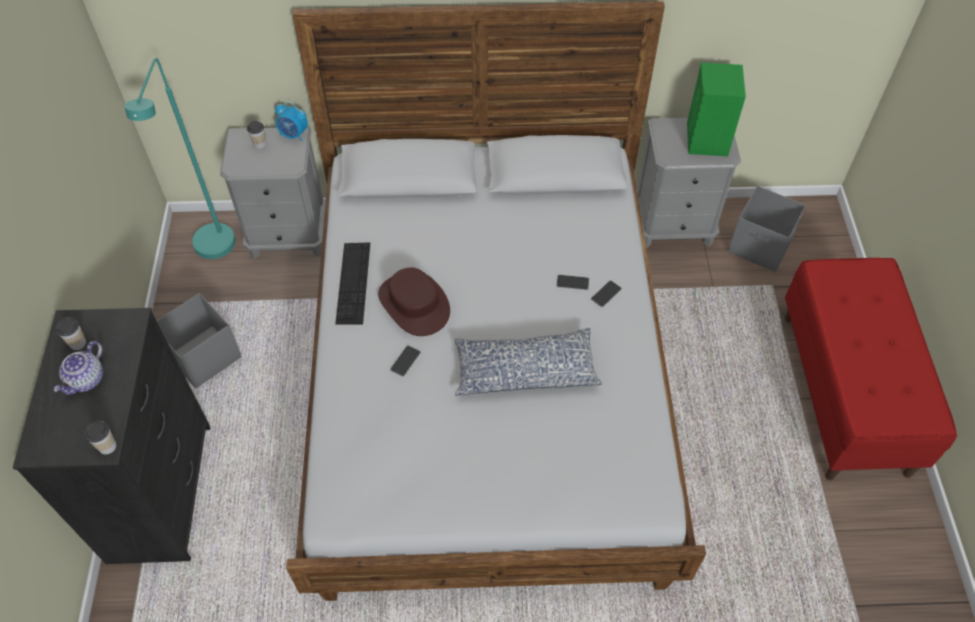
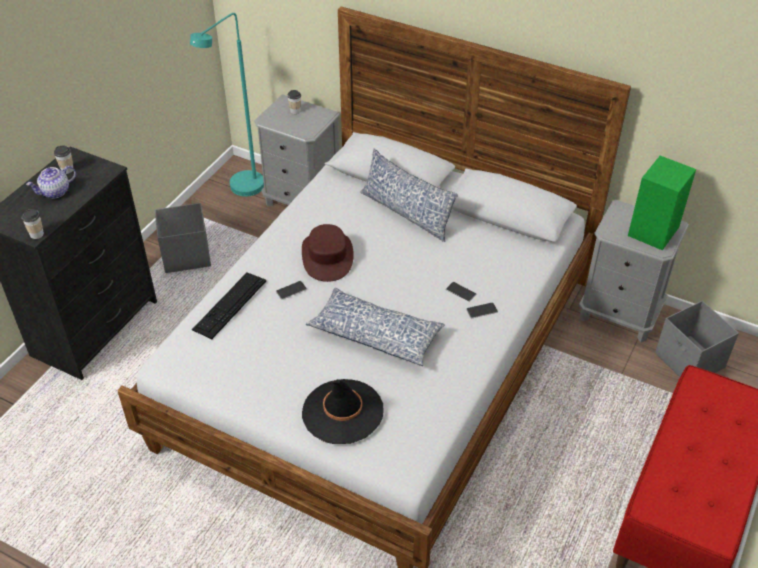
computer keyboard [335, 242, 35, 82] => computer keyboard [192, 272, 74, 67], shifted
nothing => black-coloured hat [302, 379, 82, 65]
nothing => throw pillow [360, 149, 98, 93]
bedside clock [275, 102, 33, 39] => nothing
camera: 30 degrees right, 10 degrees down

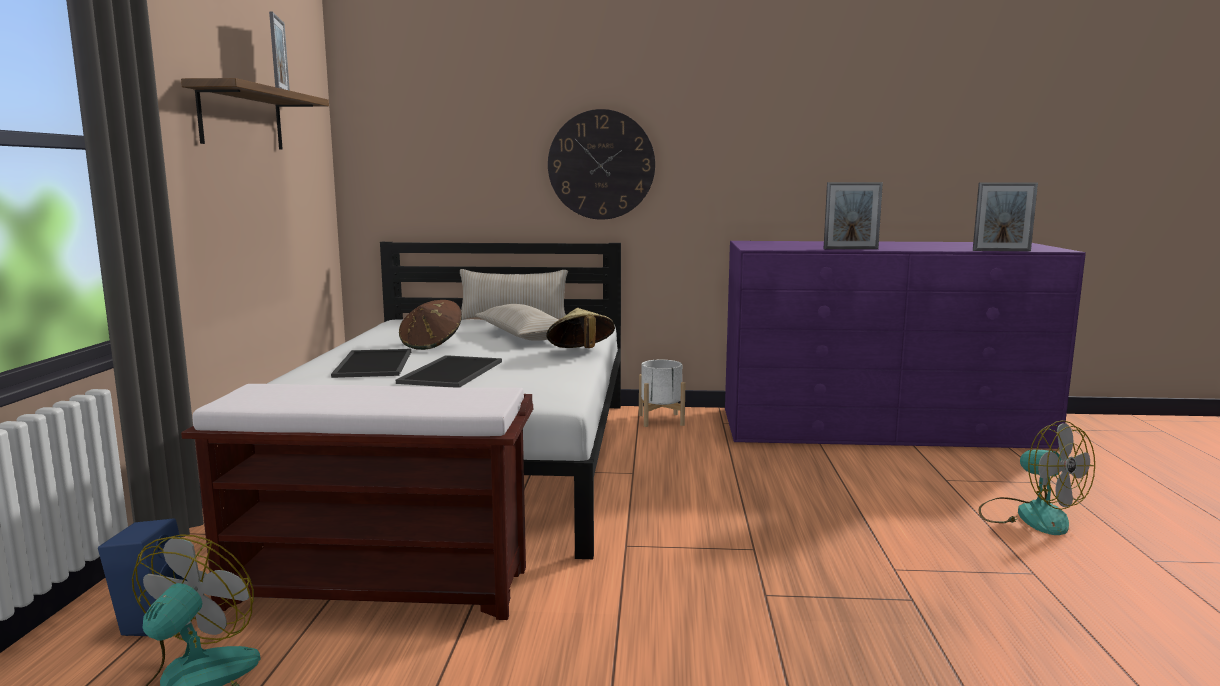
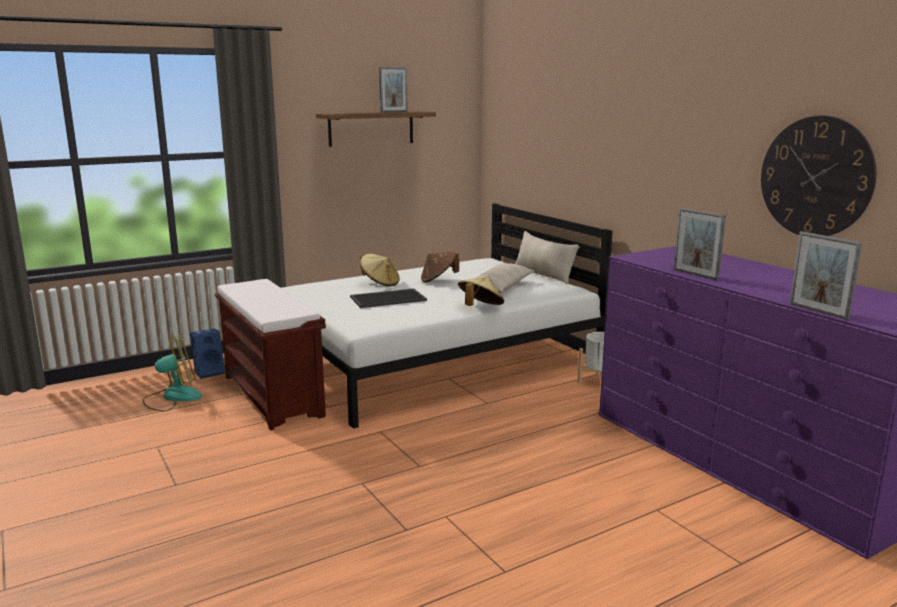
serving tray [331, 349, 80, 29] => sand-coloured hat [360, 254, 39, 32]
hanging clock [548, 109, 107, 111] => hanging clock [761, 115, 115, 121], shifted
electric fan [978, 420, 117, 115] => nothing
camera: 55 degrees right, 5 degrees up

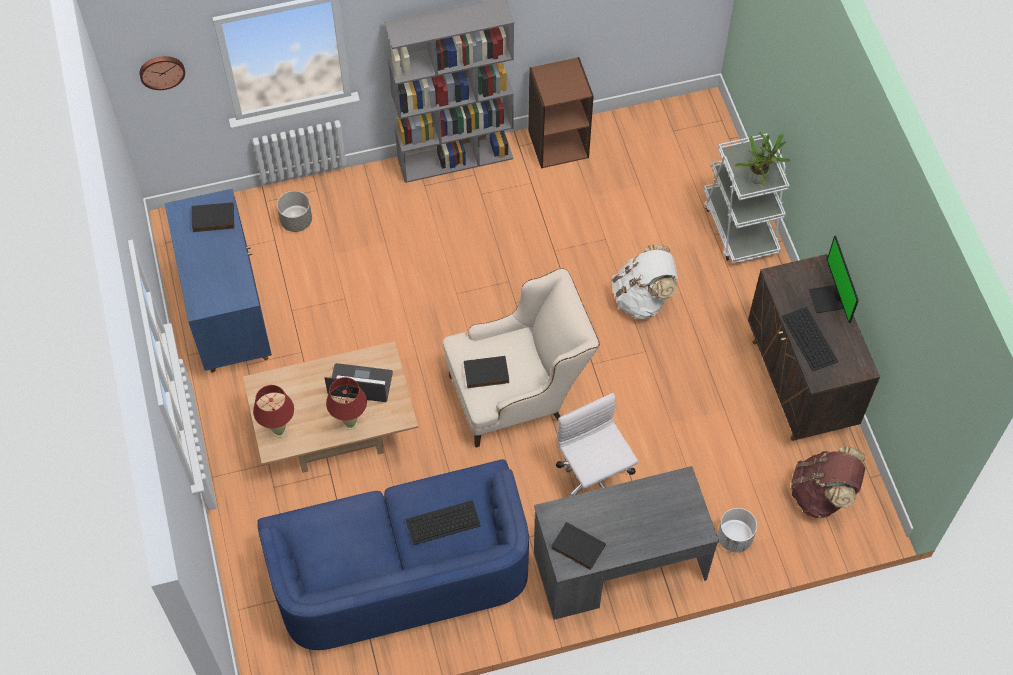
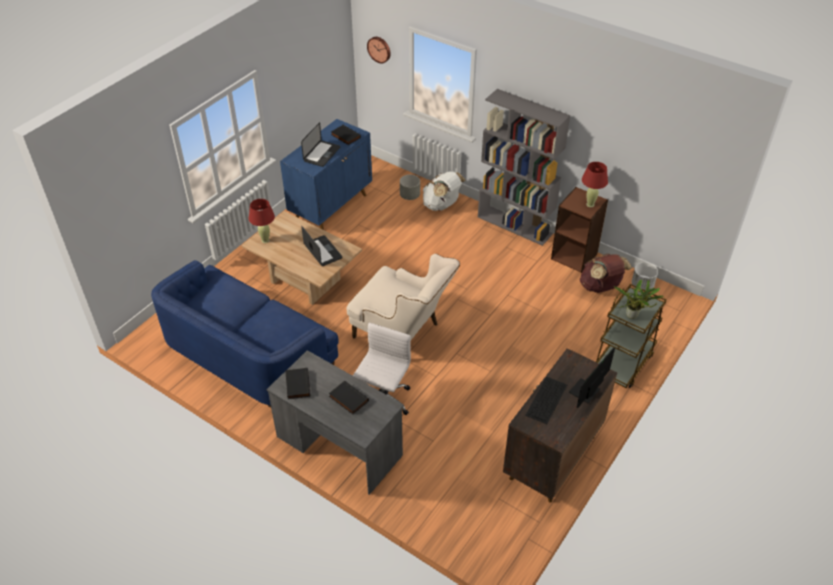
nothing => portable computer [301, 122, 39, 45]
black-coloured book [464, 356, 45, 32] => black-coloured book [329, 380, 40, 35], shifted
whitish backpack [612, 245, 66, 74] => whitish backpack [423, 171, 43, 40], shifted
brown-coloured backpack [791, 446, 74, 72] => brown-coloured backpack [580, 254, 52, 39], shifted
red-coloured tabletop lamp [326, 377, 41, 53] => red-coloured tabletop lamp [582, 162, 26, 45], shifted
whitish wheeled cart [703, 134, 86, 130] => brown-coloured wheeled cart [596, 284, 70, 104]
whitish plant pot [718, 508, 39, 45] => whitish plant pot [632, 262, 26, 28], shifted
computer keyboard [405, 500, 76, 45] => nothing
camera: 50 degrees right, 15 degrees down

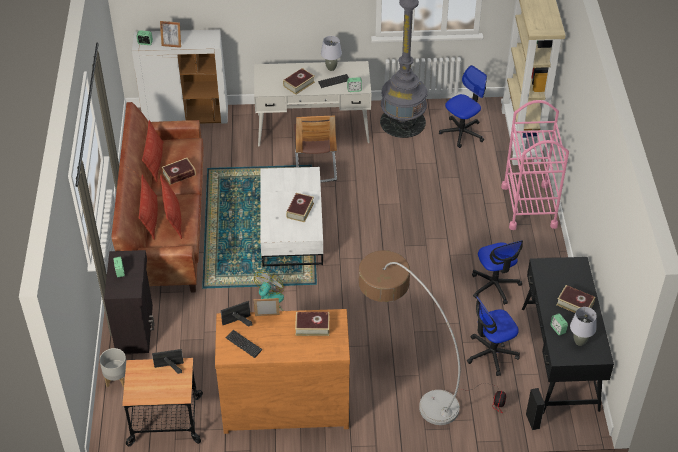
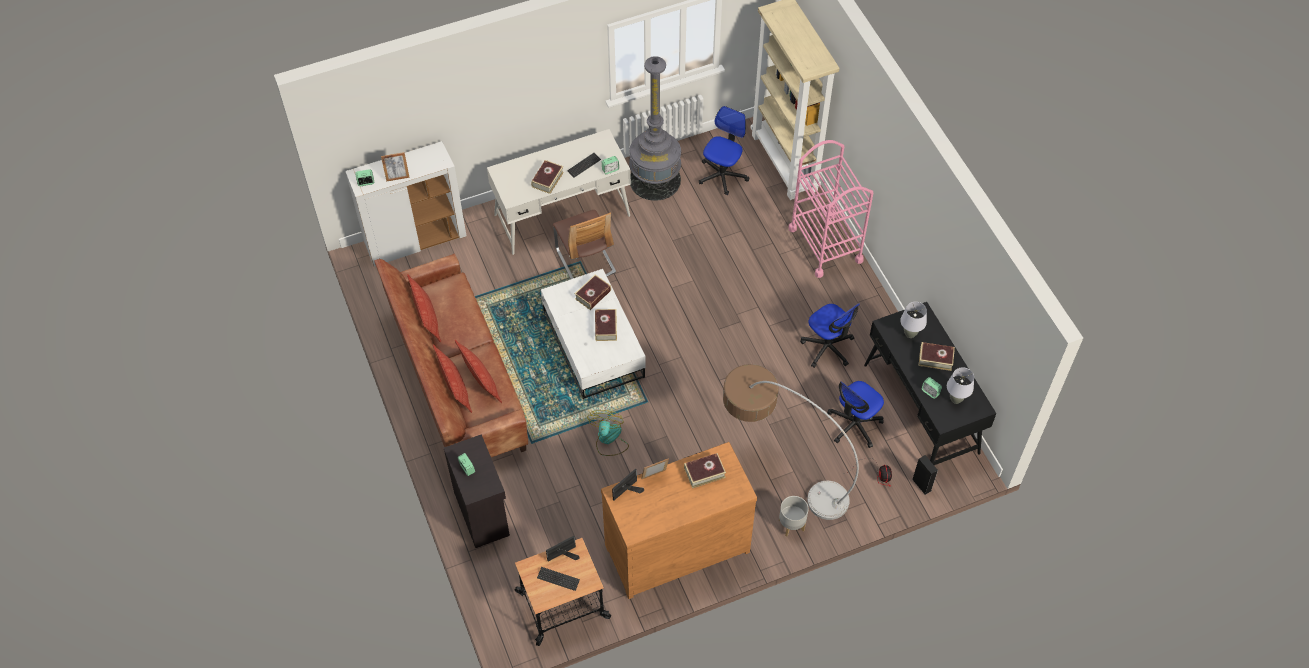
computer keyboard [226, 330, 37, 28] => computer keyboard [537, 567, 43, 24], shifted
book [162, 158, 34, 27] => book [575, 274, 36, 36], shifted
gray plant pot [99, 348, 27, 39] => gray plant pot [779, 496, 30, 40], shifted
gray tabletop lamp [321, 36, 21, 35] => gray tabletop lamp [900, 302, 27, 36], shifted
camera: 20 degrees left, 10 degrees up

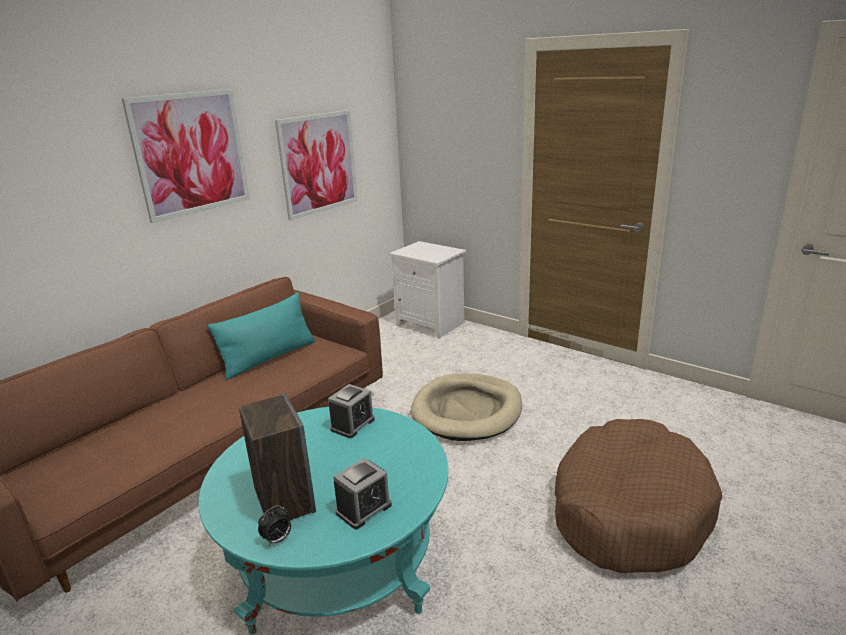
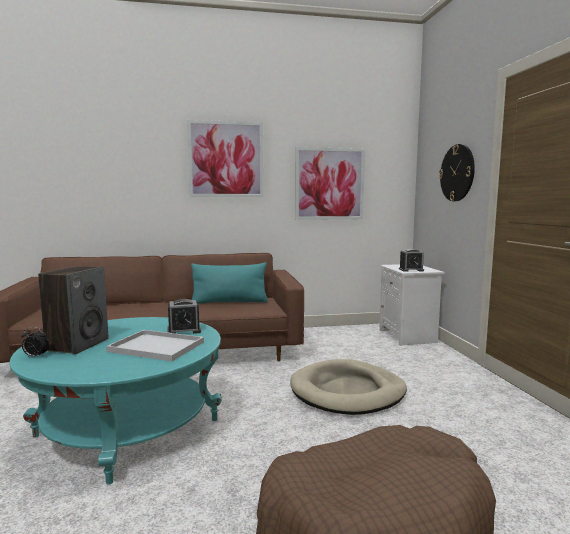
nothing => whitish serving tray [106, 330, 98, 31]
bedside clock [333, 458, 59, 71] => bedside clock [399, 249, 25, 23], shifted
nothing => hanging clock [439, 144, 36, 57]
camera: 40 degrees right, 15 degrees down

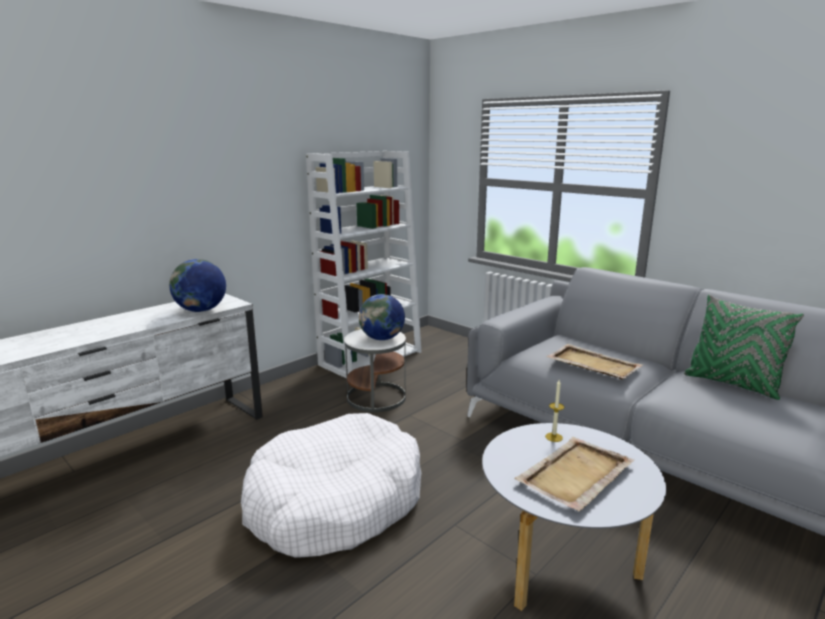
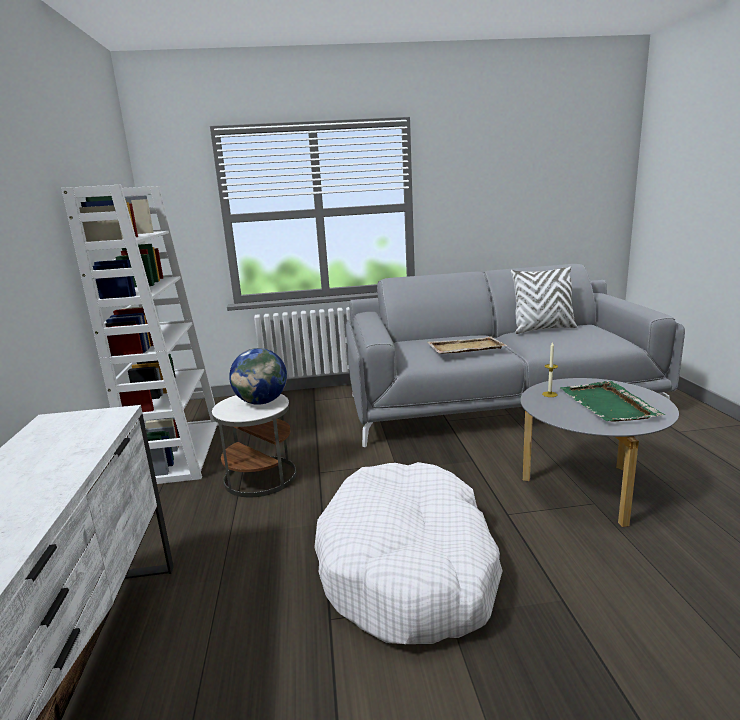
green throw pillow [684, 295, 120, 105] => whitish throw pillow [511, 266, 66, 68]
sand-coloured serving tray [514, 437, 120, 74] => green serving tray [560, 381, 105, 41]
desk globe [169, 259, 57, 53] => nothing
camera: 50 degrees left, 0 degrees up

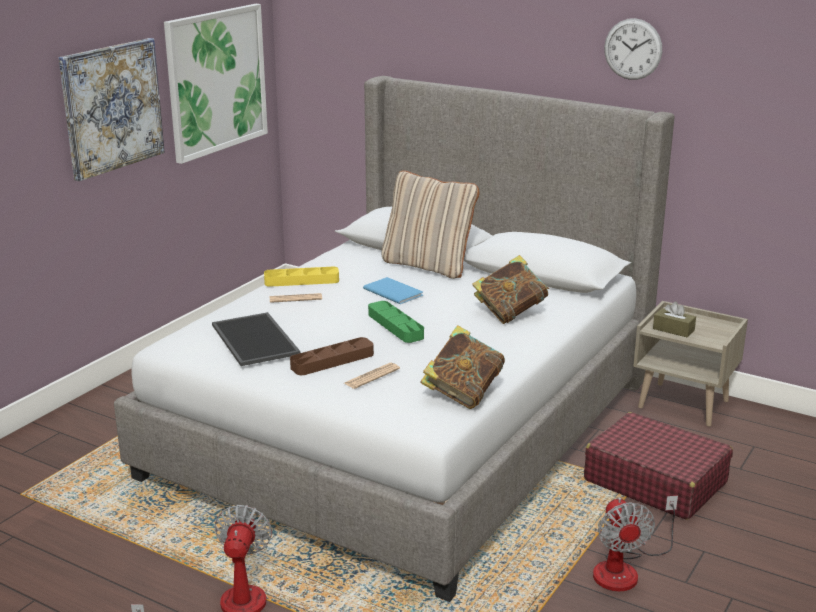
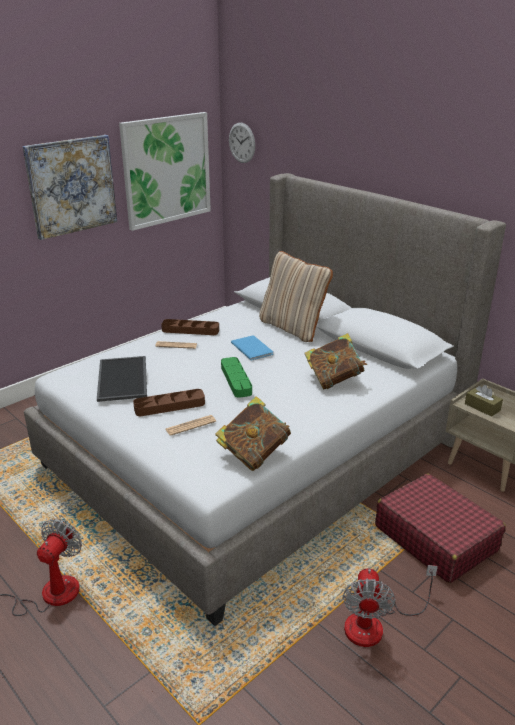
yellowish serving tray [264, 267, 75, 20] => brown-coloured serving tray [161, 319, 58, 16]
hanging clock [604, 18, 58, 62] => hanging clock [229, 123, 26, 40], shifted
camera: 15 degrees right, 5 degrees up

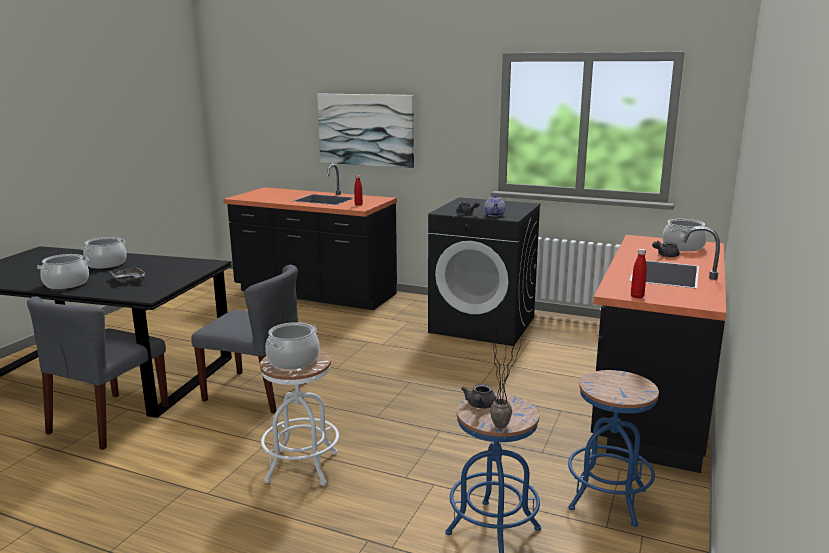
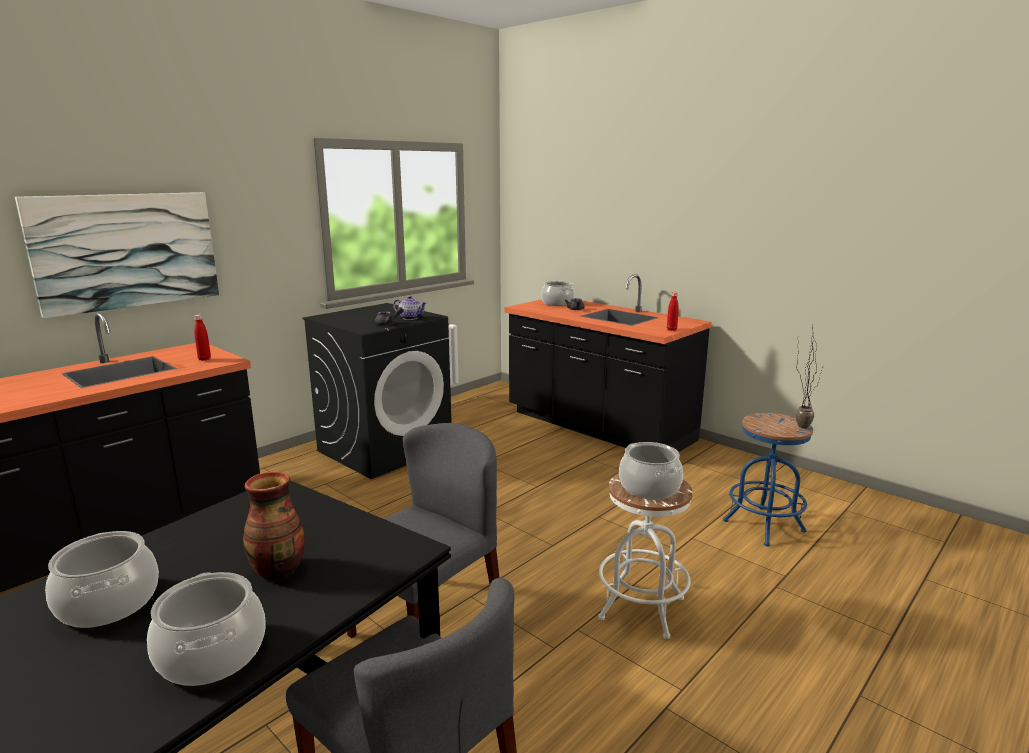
gray serving tray [109, 264, 36, 18] => flower vase [243, 471, 62, 109]
gray pot for tea [461, 384, 36, 25] => nothing
blue-coloured sitting stool [568, 370, 91, 157] => nothing
camera: 70 degrees left, 0 degrees up

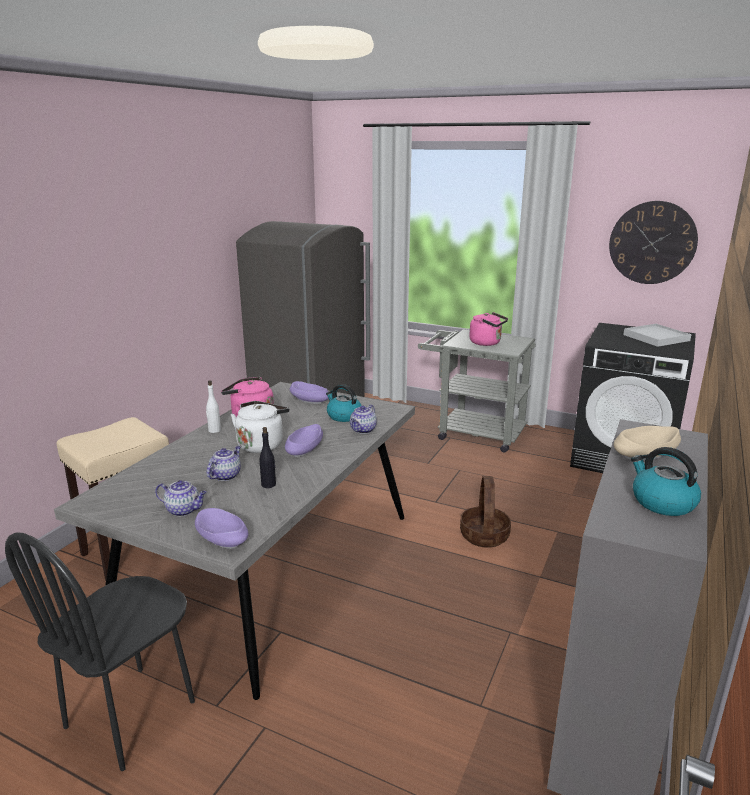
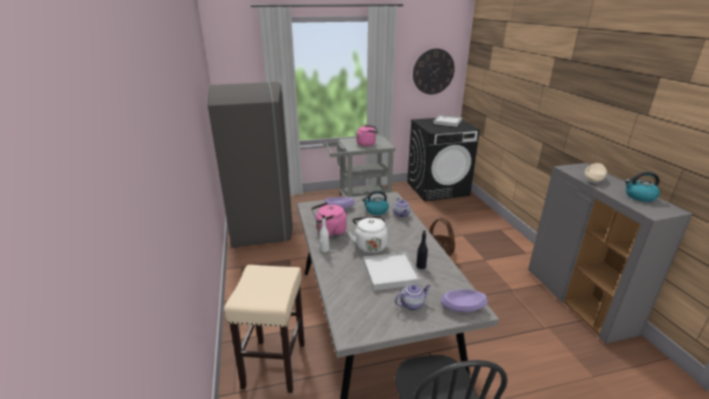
pot for tea [206, 446, 35, 35] => whitish serving tray [363, 252, 57, 39]
purple serving bowl [285, 424, 38, 33] => nothing
camera: 40 degrees left, 5 degrees up

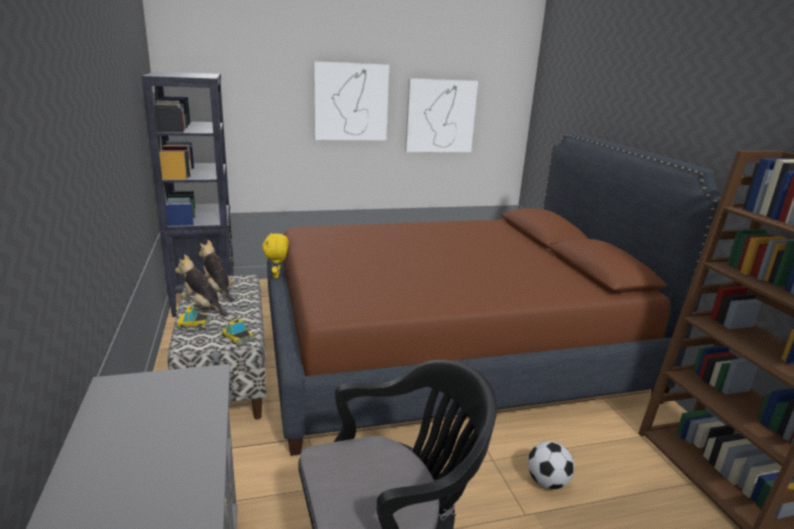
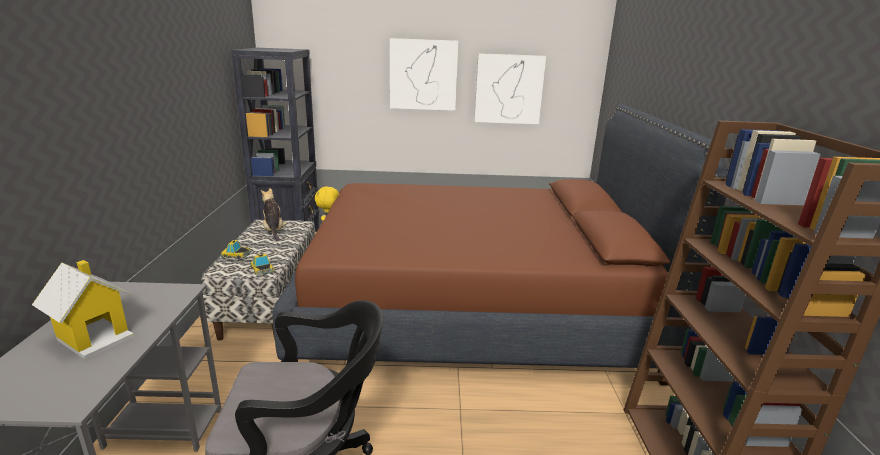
nothing => toy house [32, 260, 102, 100]
soft toy [175, 254, 53, 63] => nothing
football ball [528, 441, 47, 48] => nothing
camera: 15 degrees right, 0 degrees up

